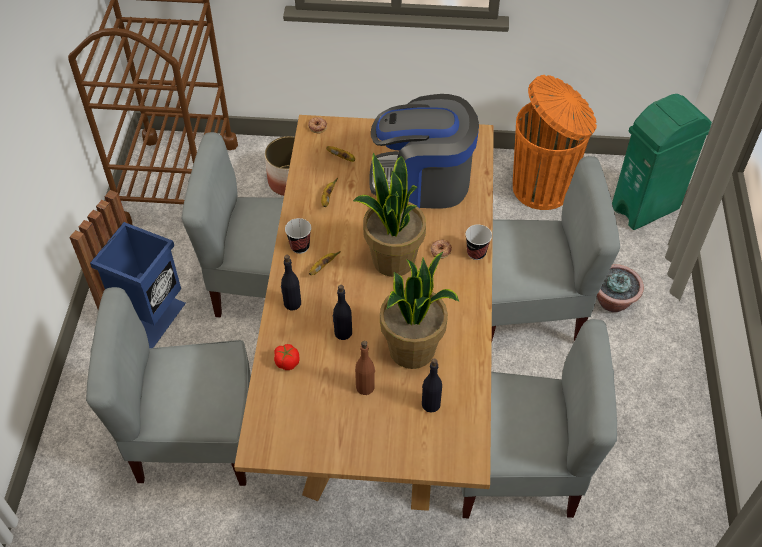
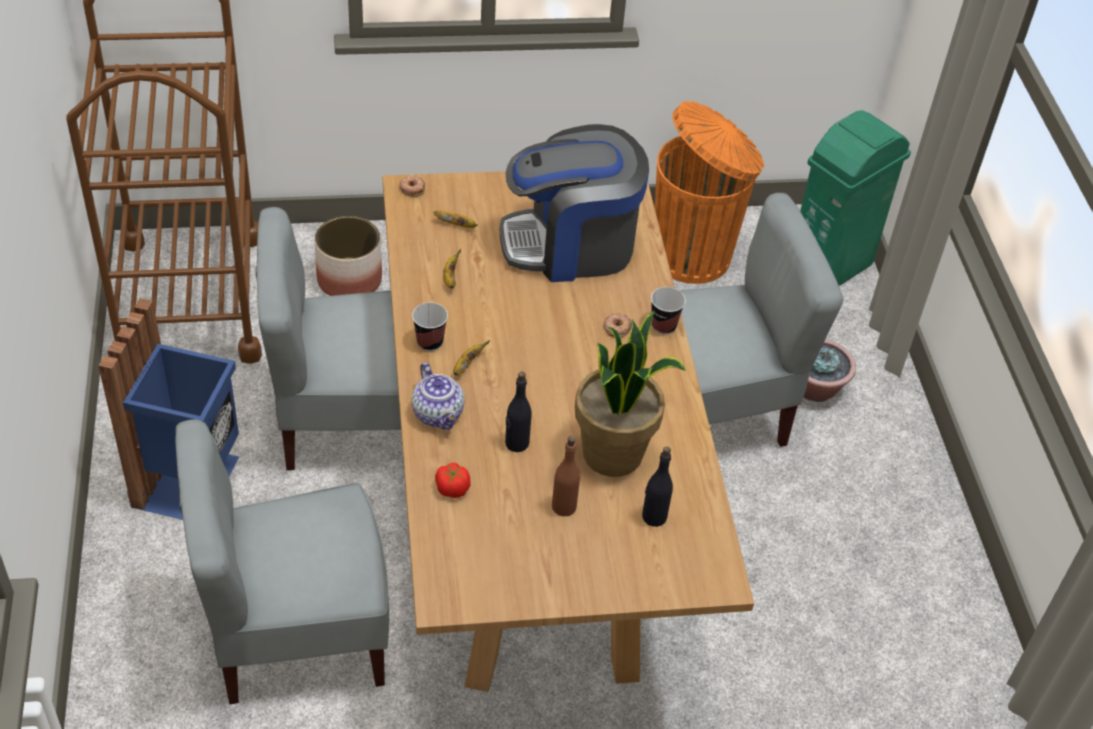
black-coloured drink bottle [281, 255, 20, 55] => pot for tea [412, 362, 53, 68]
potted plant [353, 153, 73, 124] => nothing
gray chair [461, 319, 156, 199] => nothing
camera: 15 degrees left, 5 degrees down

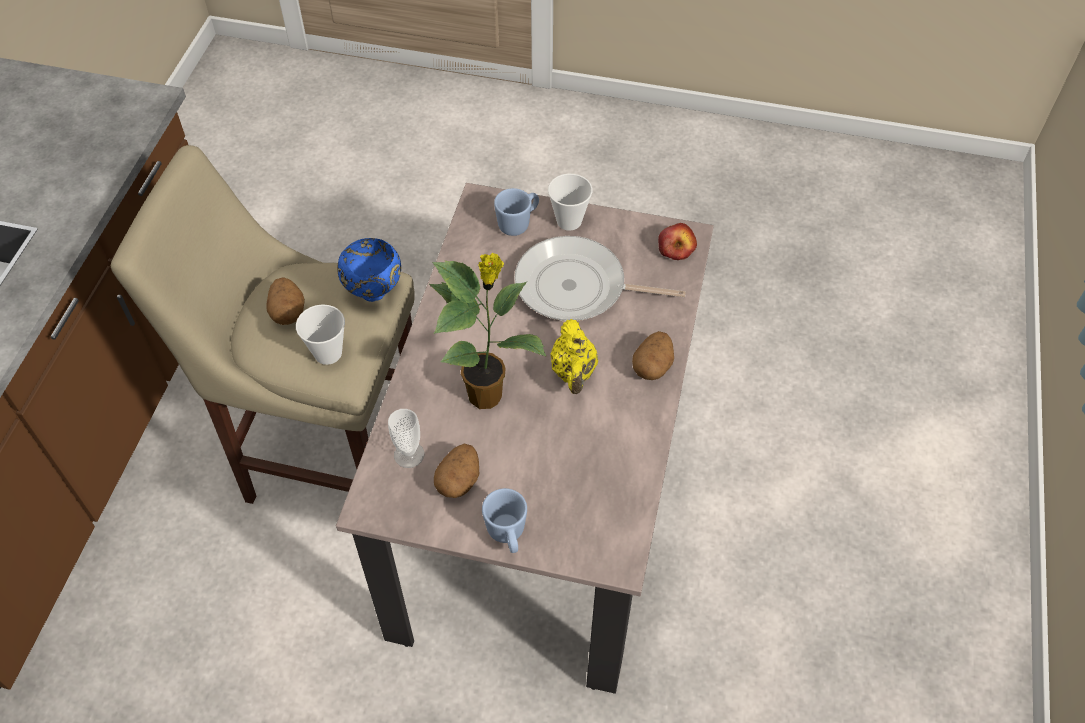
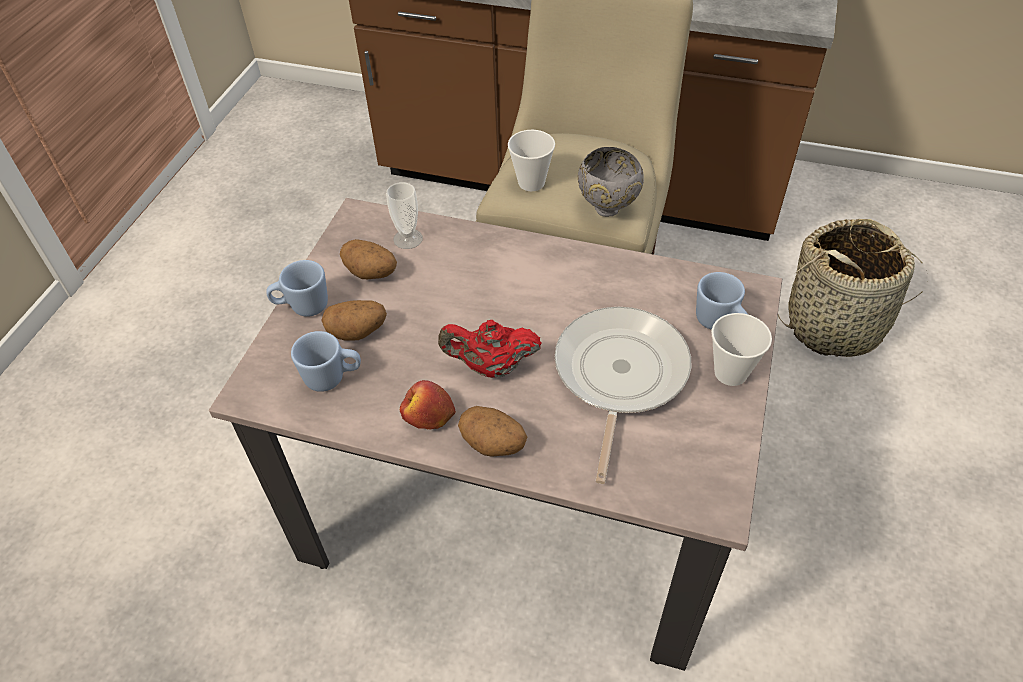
nothing => blue-coloured tea mug [291, 331, 70, 61]
potato [266, 277, 39, 48] => potato [321, 300, 66, 41], shifted
whole apple [658, 223, 39, 37] => whole apple [400, 380, 56, 49], shifted
yellowish pot for tea [550, 319, 48, 75] => red-coloured pot for tea [438, 320, 104, 58]
blue-coloured serving bowl [337, 238, 64, 64] => gray serving bowl [578, 147, 66, 70]
nothing => basket [778, 219, 145, 138]
potted plant [429, 253, 117, 156] => nothing
camera: 95 degrees right, 5 degrees down

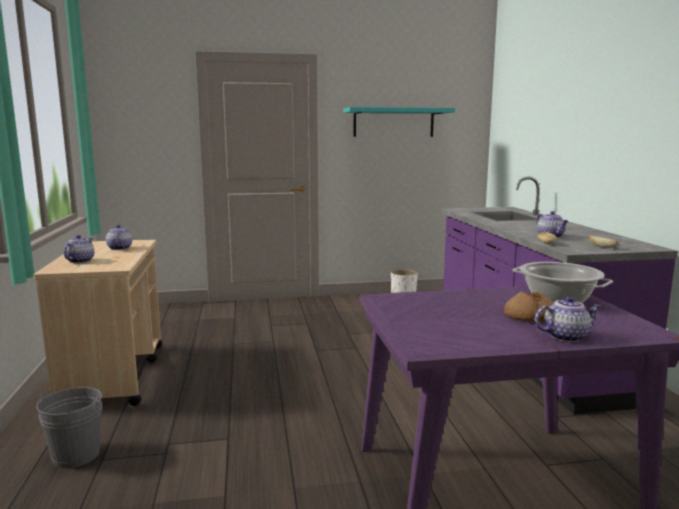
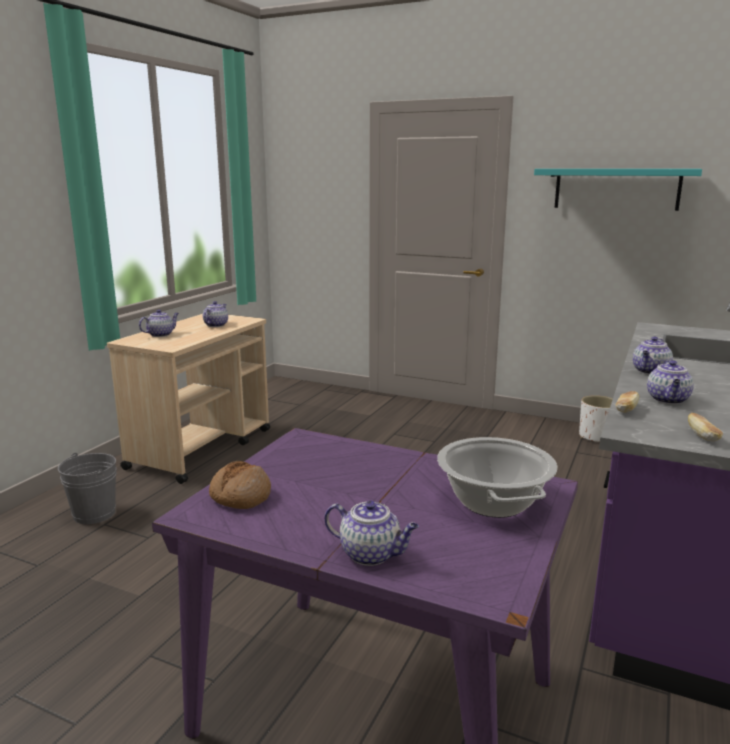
bakery bread [504, 292, 50, 30] => bakery bread [209, 461, 62, 48], shifted
nothing => pot for tea [633, 337, 40, 38]
camera: 35 degrees right, 5 degrees up

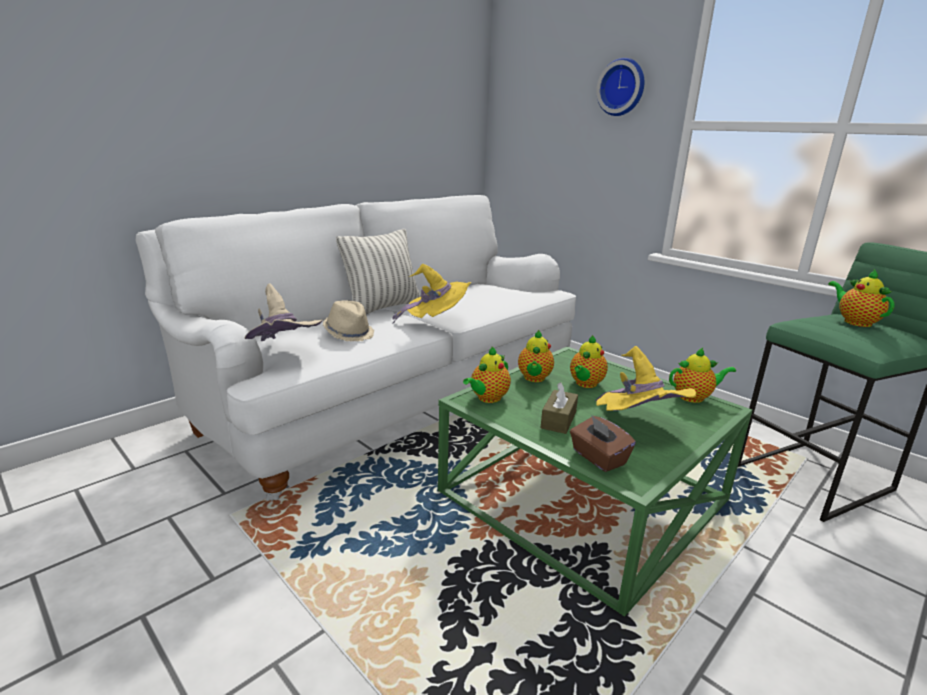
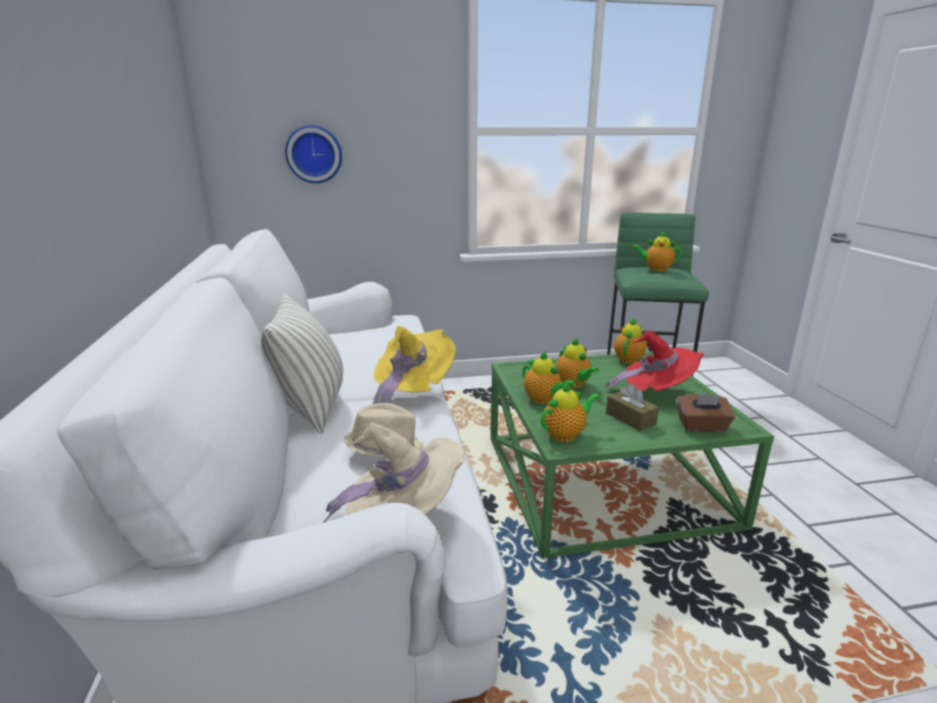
hanging clock [596, 58, 48, 58] => hanging clock [285, 125, 57, 58], shifted
pot for tea [463, 347, 48, 56] => pot for tea [541, 382, 59, 60], 105 degrees counterclockwise
yellowish hat [595, 346, 101, 65] => red-coloured hat [606, 330, 99, 63]
camera: 55 degrees left, 0 degrees up

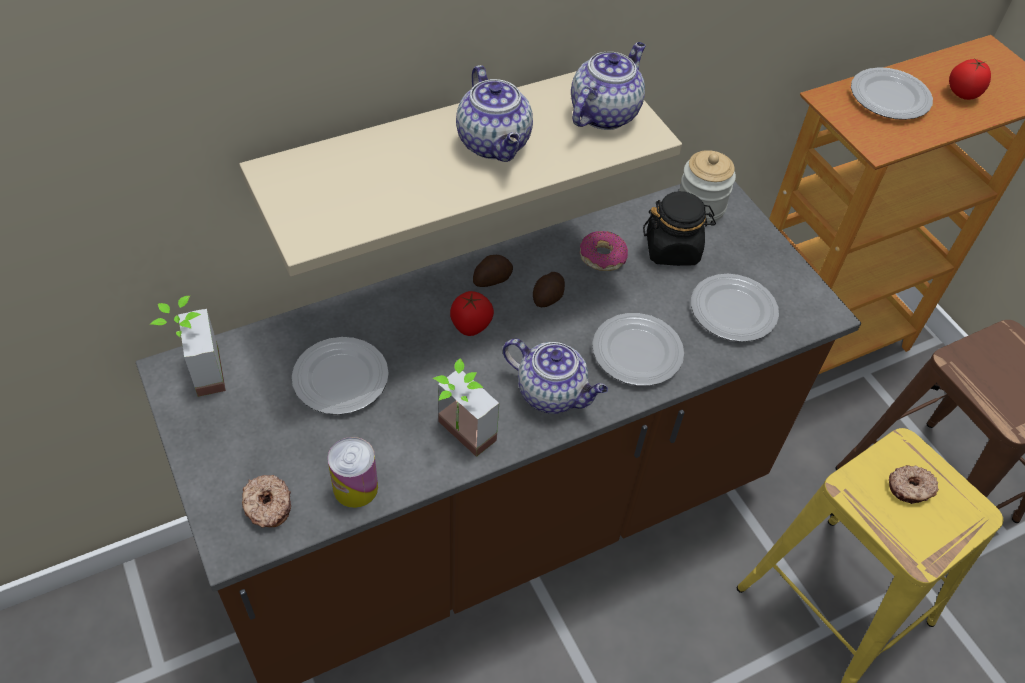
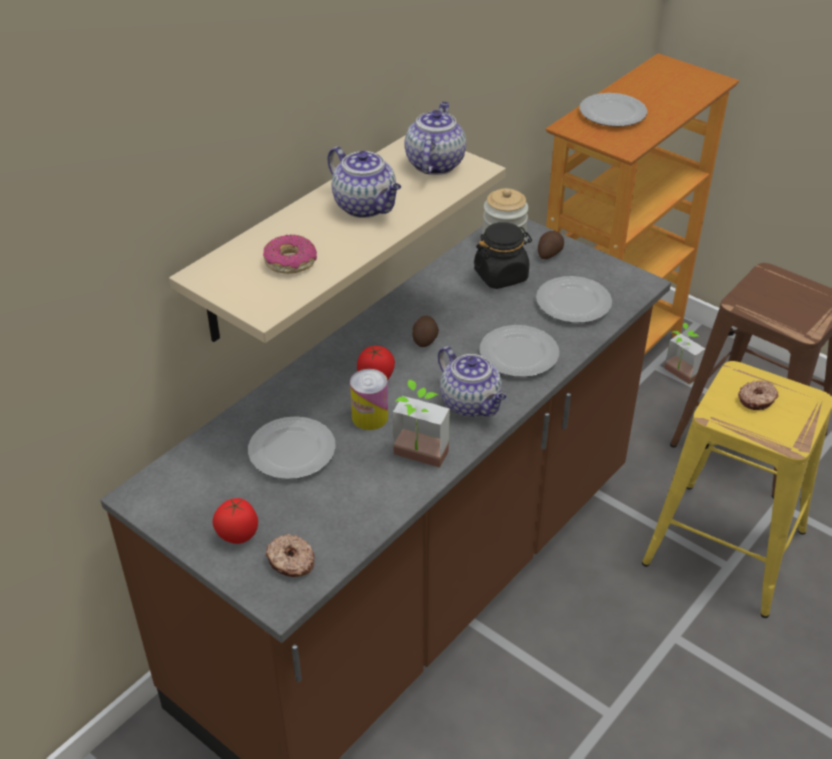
whole tomato [949, 58, 42, 42] => whole tomato [212, 498, 46, 46], shifted
doughnut [580, 231, 48, 40] => doughnut [263, 235, 54, 39], shifted
can [328, 437, 50, 71] => can [350, 369, 38, 61], shifted
pot for tea [503, 339, 105, 75] => pot for tea [438, 346, 69, 71], 45 degrees clockwise
potato [473, 255, 40, 32] => potato [538, 231, 26, 28], shifted
potted plant [150, 296, 76, 101] => potted plant [664, 323, 41, 61], shifted
camera: 20 degrees left, 10 degrees down

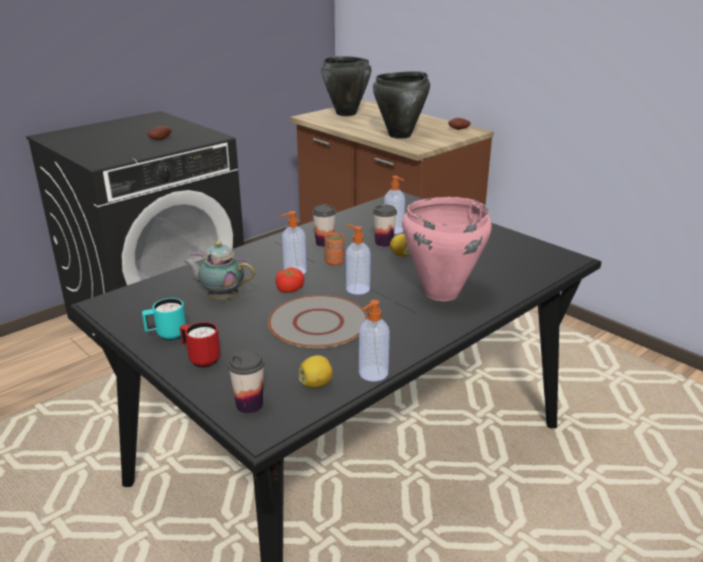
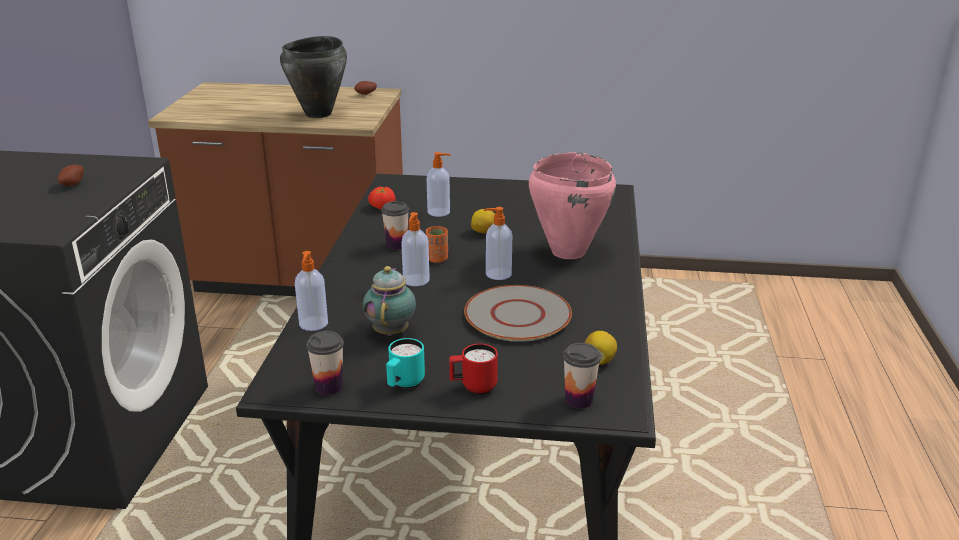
liquid soap bottle [359, 300, 31, 82] => liquid soap bottle [295, 251, 33, 80], shifted
drinking cup [373, 204, 24, 43] => drinking cup [306, 331, 38, 64], shifted
pot for tea [184, 241, 71, 59] => pot for tea [363, 266, 53, 70], 120 degrees clockwise
whole tomato [276, 267, 28, 26] => whole tomato [368, 187, 28, 23], shifted
black-coloured saucepot [321, 56, 50, 60] => nothing
camera: 40 degrees left, 0 degrees up

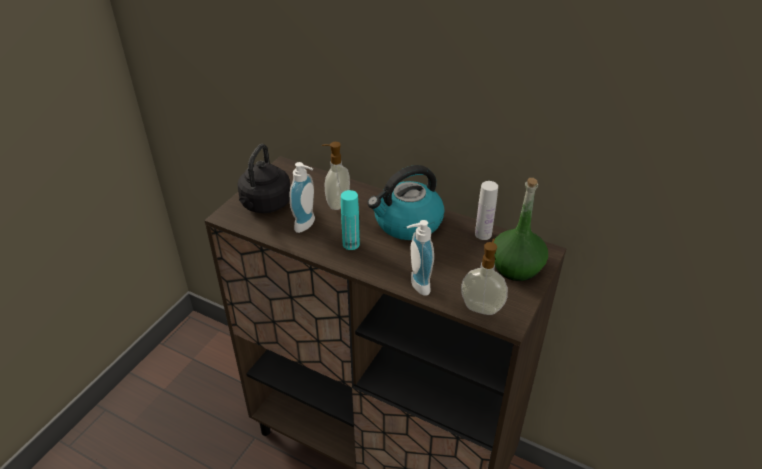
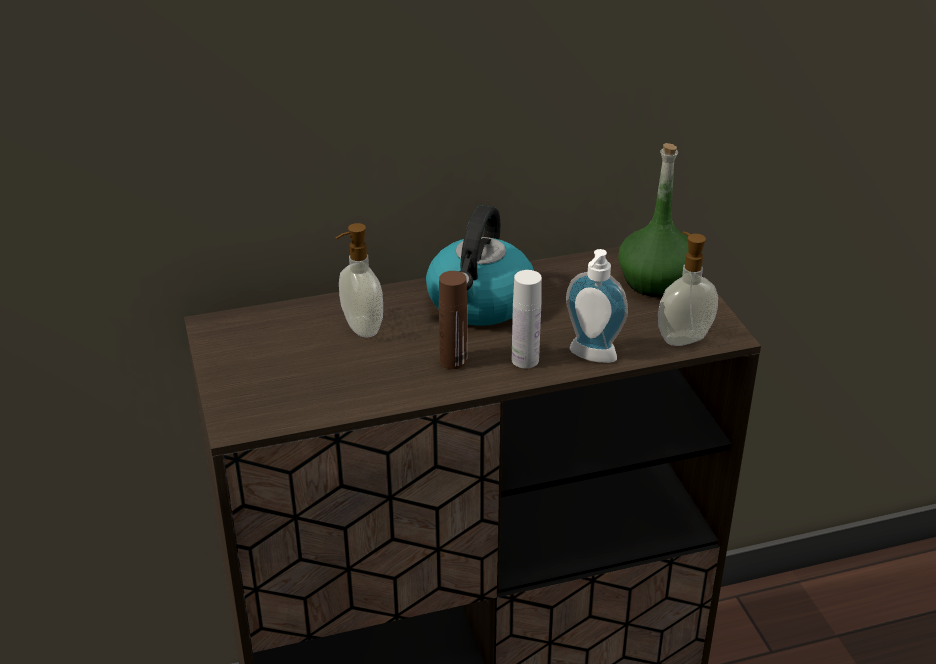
turquoise drink bottle [341, 190, 19, 60] => brown-coloured drink bottle [439, 271, 28, 98]
whitish drink bottle [475, 181, 23, 59] => whitish drink bottle [512, 270, 30, 98], shifted
black-coloured water kettle [238, 144, 53, 69] => nothing
liquid soap bottle [290, 162, 25, 71] => nothing
camera: 45 degrees left, 5 degrees down

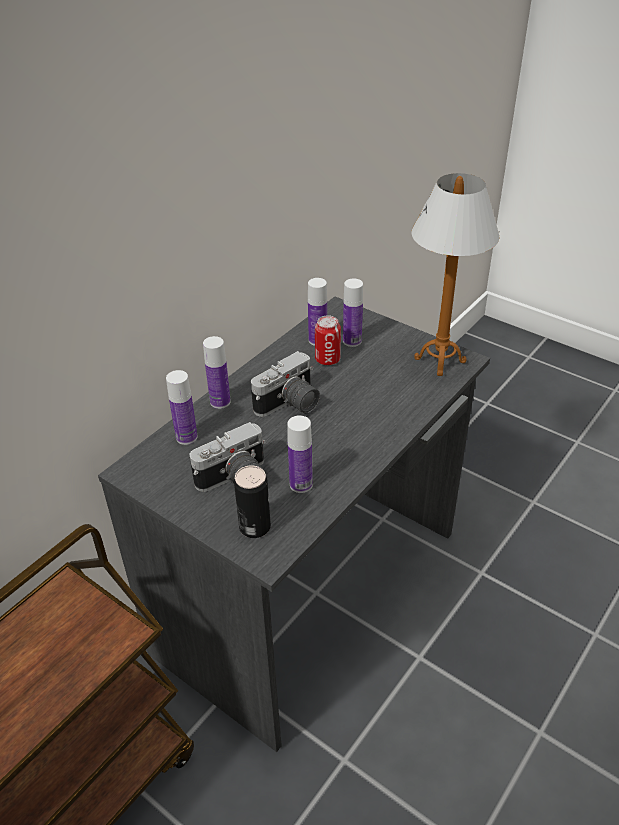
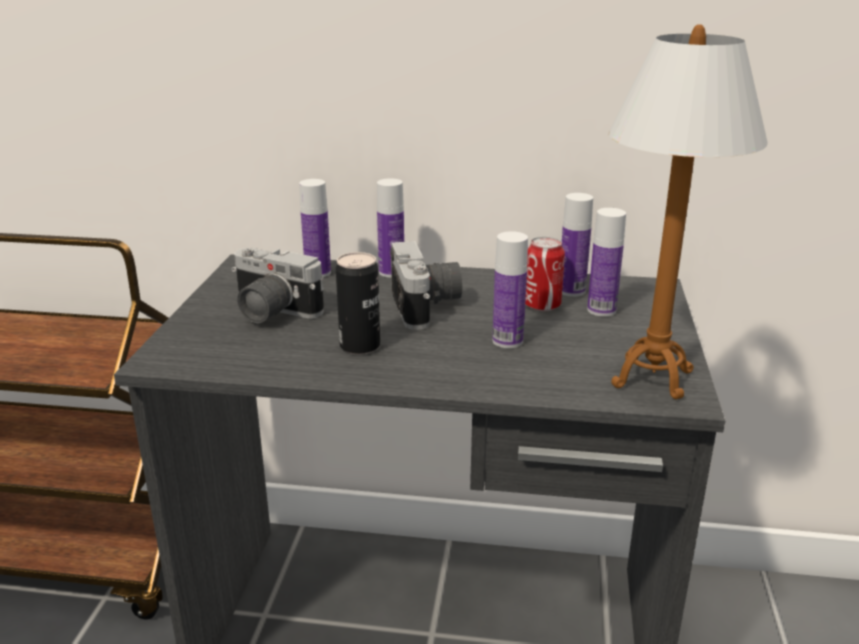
can [234, 465, 37, 73] => can [336, 252, 44, 103], shifted
still camera [251, 351, 69, 66] => still camera [390, 241, 72, 89], 120 degrees counterclockwise
drink bottle [287, 415, 26, 78] => drink bottle [492, 231, 36, 117], shifted
camera: 60 degrees right, 15 degrees down

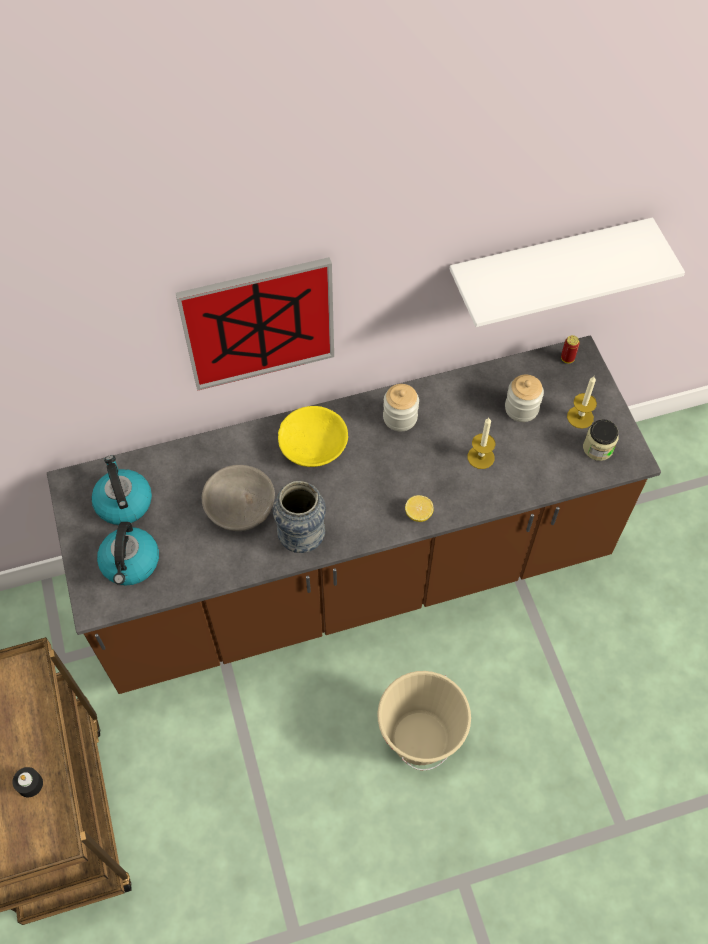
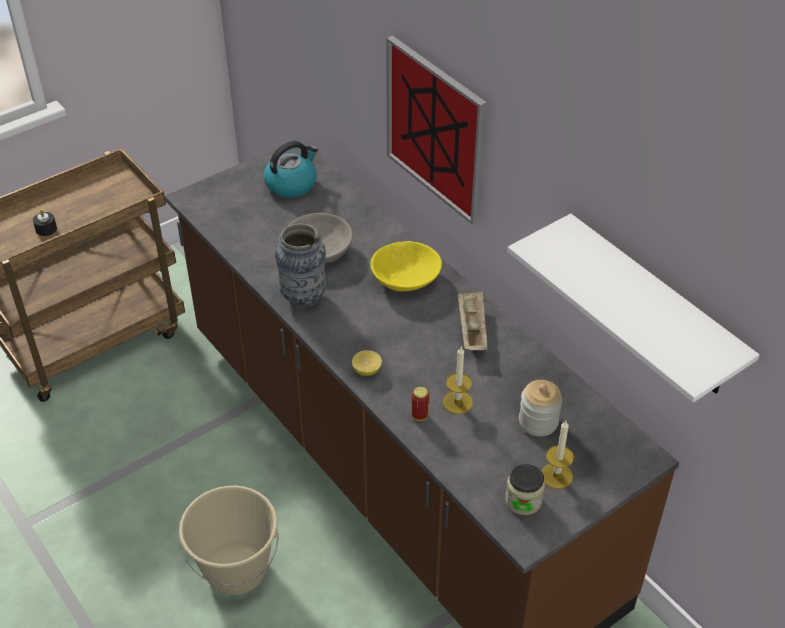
can [561, 335, 19, 28] => can [412, 387, 17, 34], shifted
preserve jar [383, 384, 36, 47] => sand-coloured serving tray [458, 291, 29, 59]
water kettle [97, 522, 62, 64] => nothing
camera: 70 degrees right, 15 degrees down

